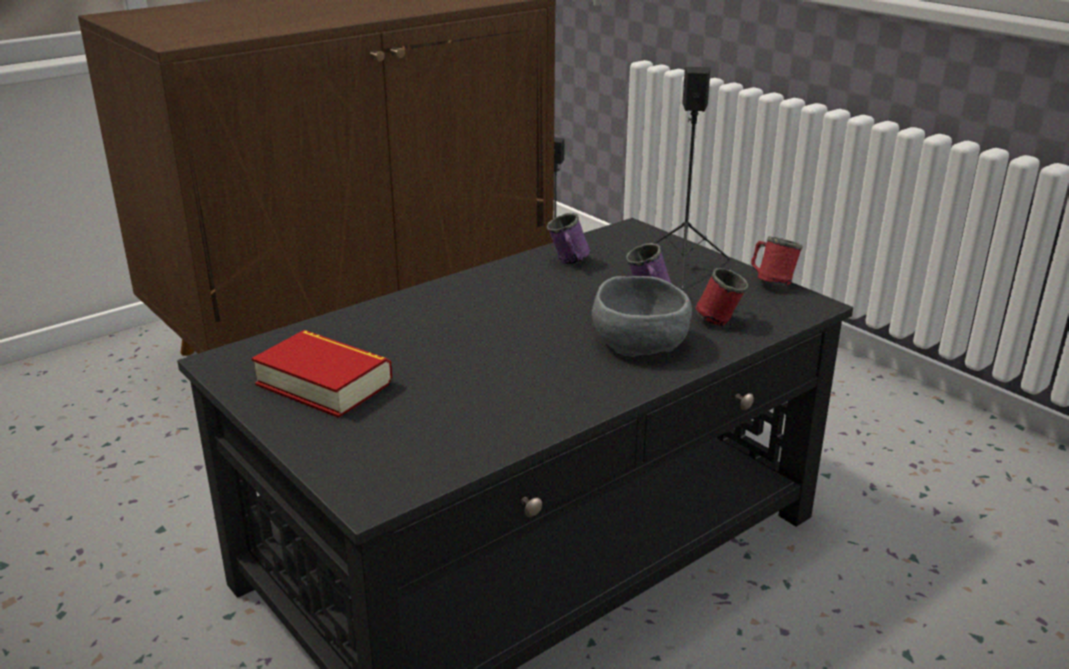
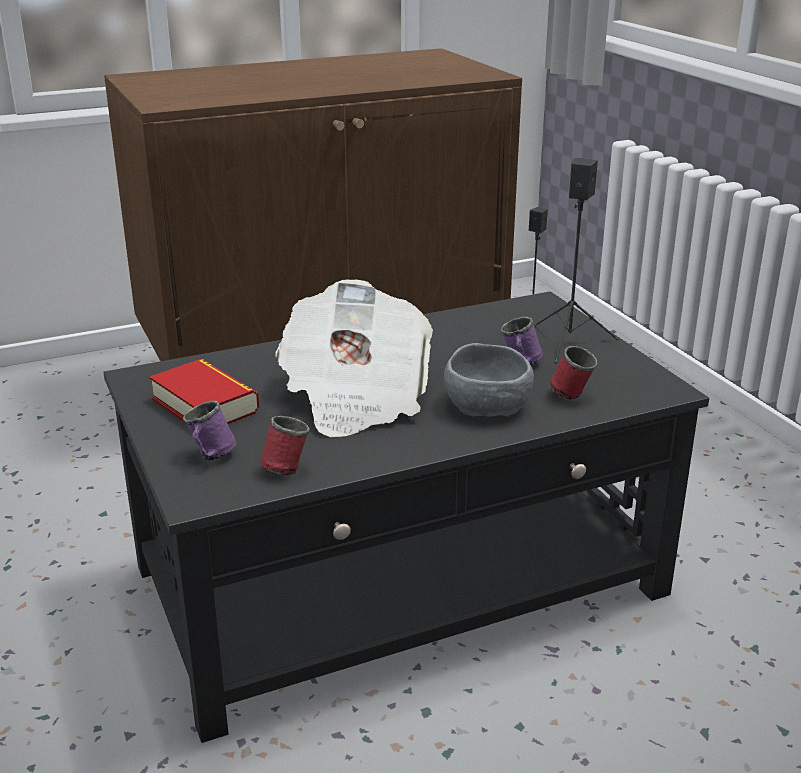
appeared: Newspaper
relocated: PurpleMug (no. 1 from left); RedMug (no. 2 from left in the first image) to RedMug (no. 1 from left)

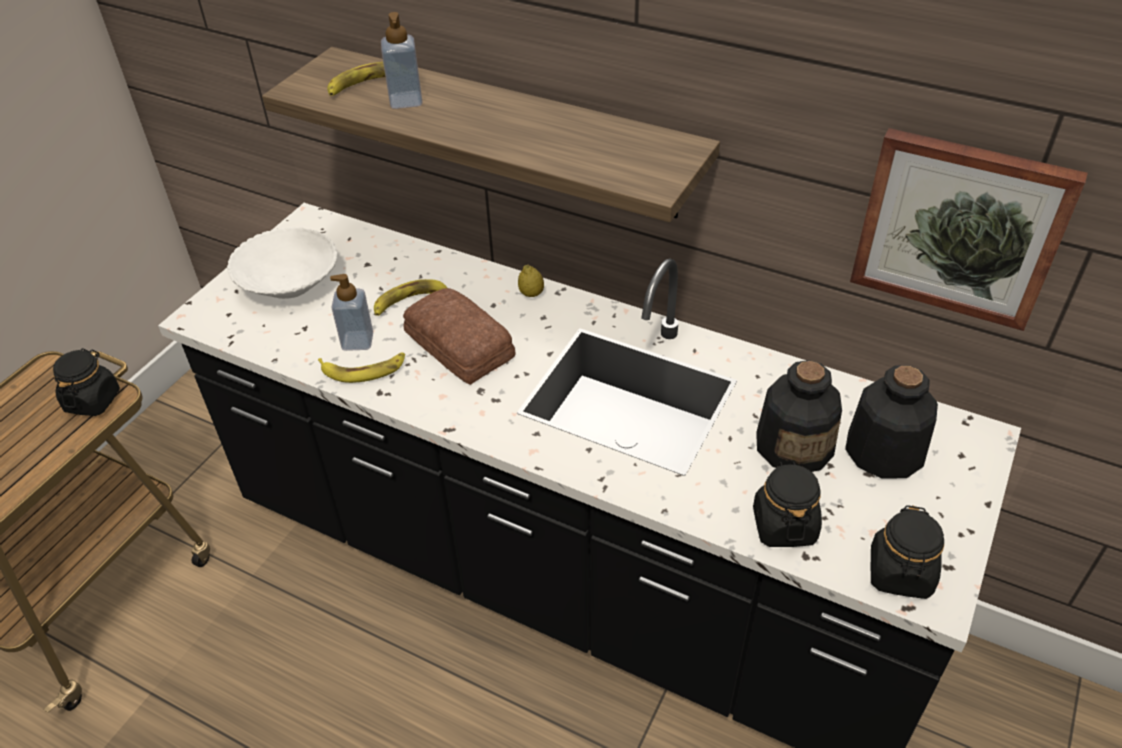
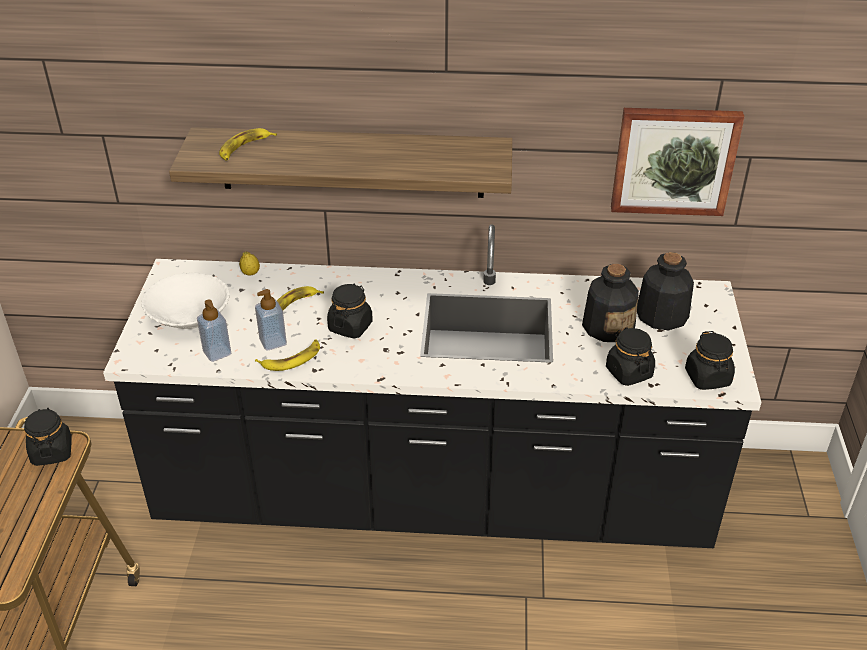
relocated: SoapDispenser (no. 2 from left in the first image) to SoapDispenser (no. 1 from left); Lemon
exchanged: Bread to BlackJar (no. 2 from left)

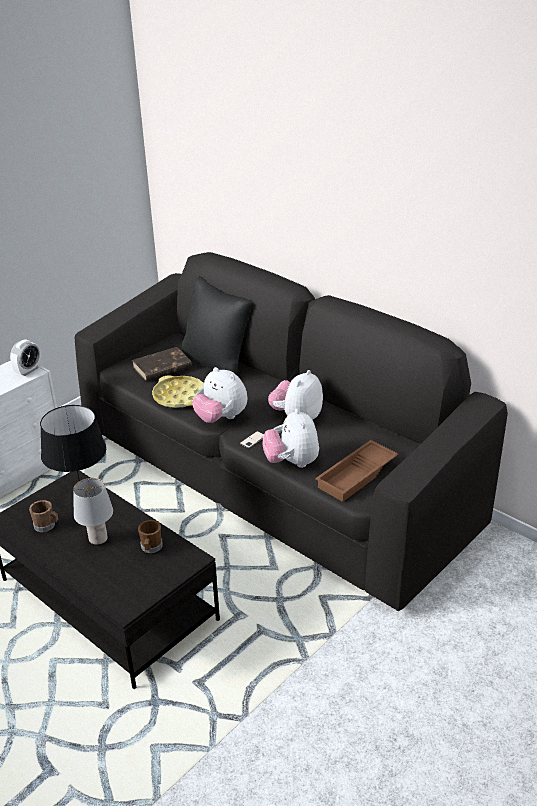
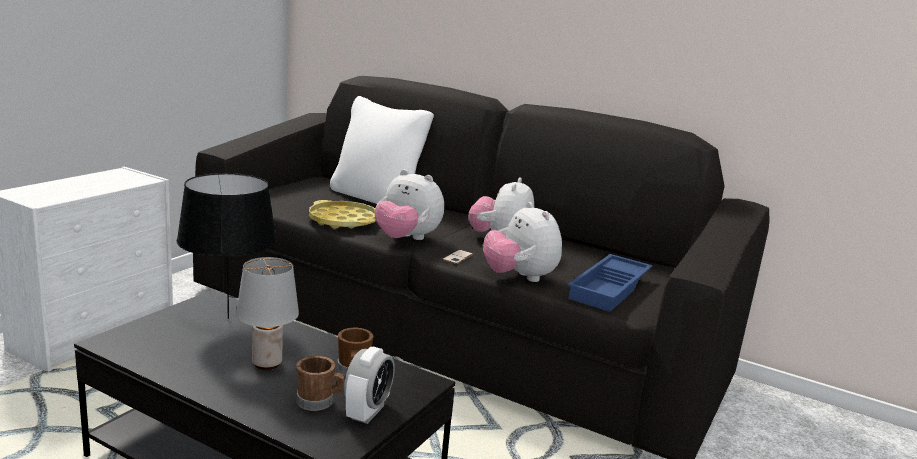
missing: BrownBook
relocated: BrownMug (no. 1 from left); AlarmClock
colour: BlackPillow to WhitePillow; BrownTray to BlueTray

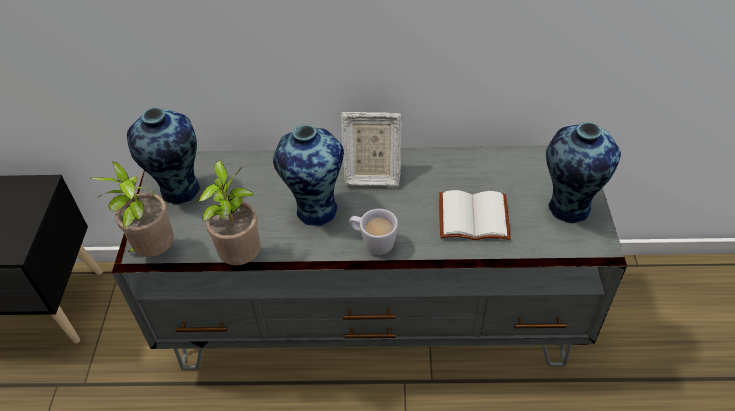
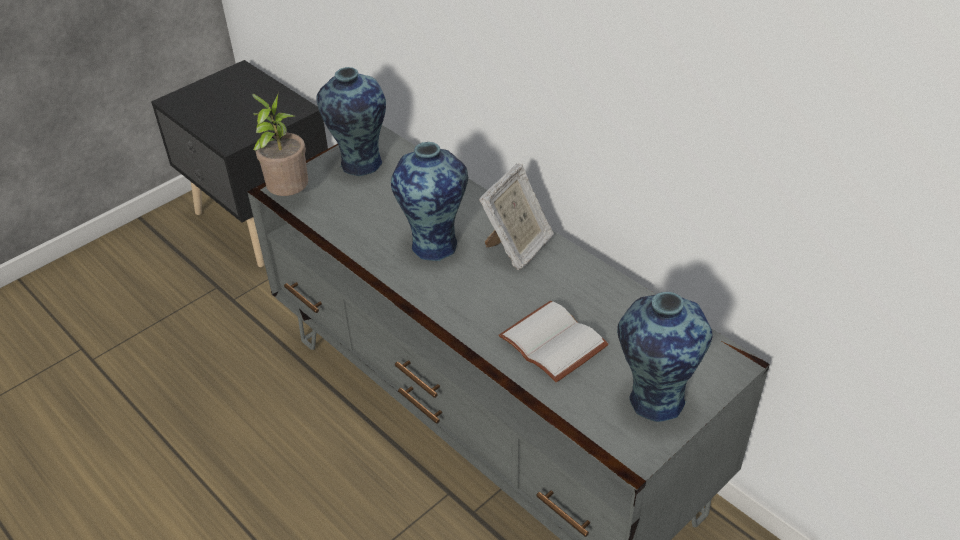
missing: PottedPlant (no. 2 from left); WhiteMug
spun: PictureFrame 105 degrees counterclockwise

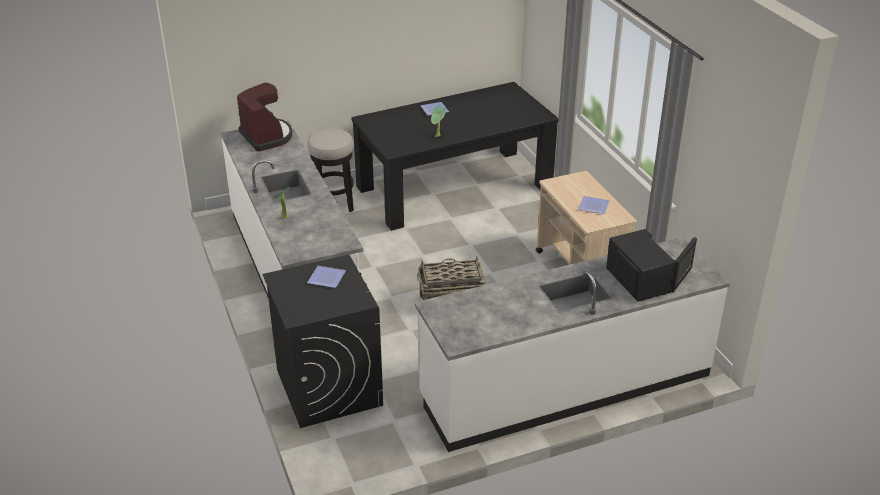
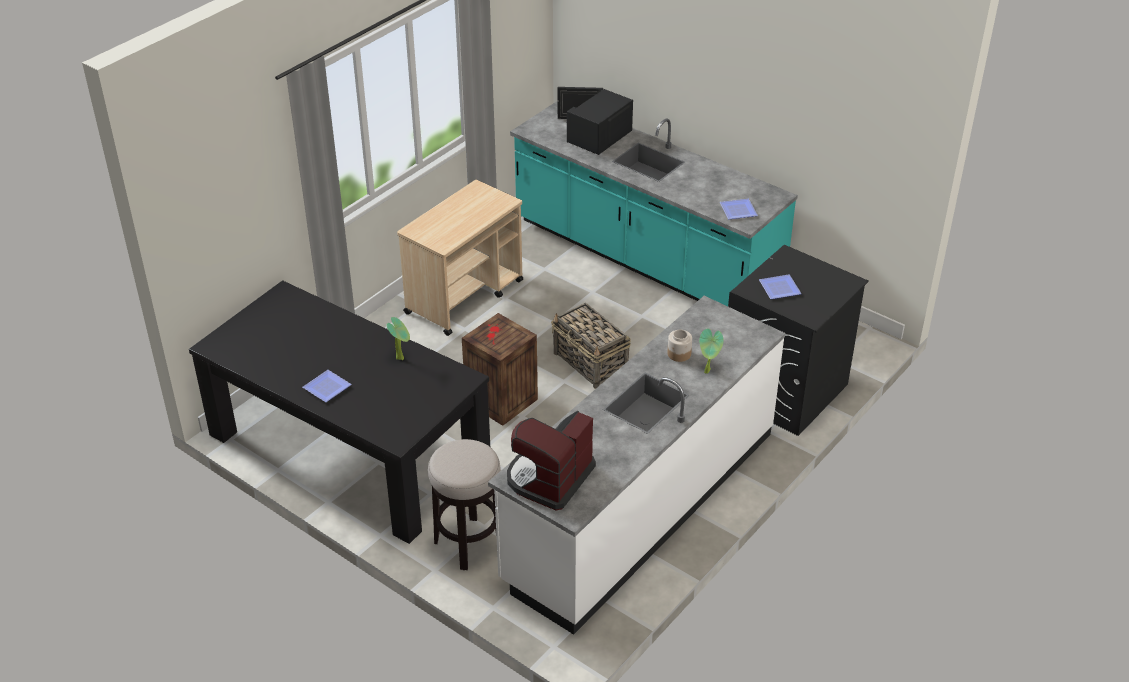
appeared: Crate; Jar
relocated: Plate (no. 3 from left in the first image) to Plate (no. 2 from left)
colour: WhiteCounter (no. 2 from left) to TurquoiseCounter

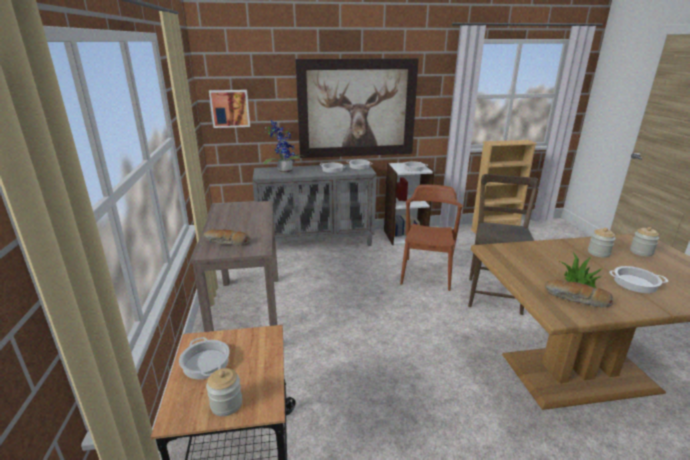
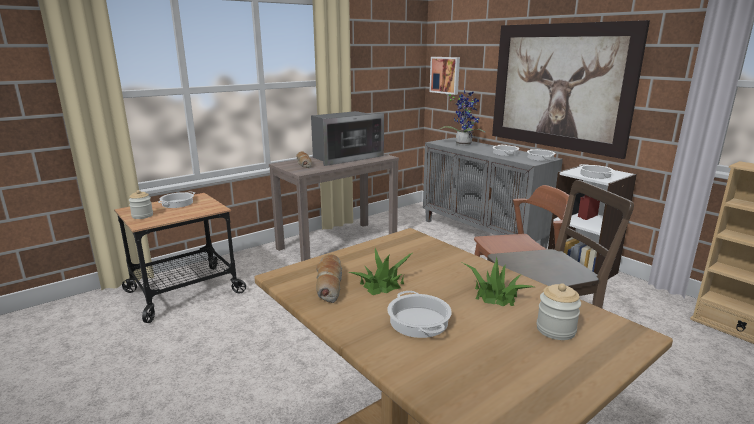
appeared: Microwave
exchanged: Jar (no. 2 from left) to PottedPlant (no. 3 from left)

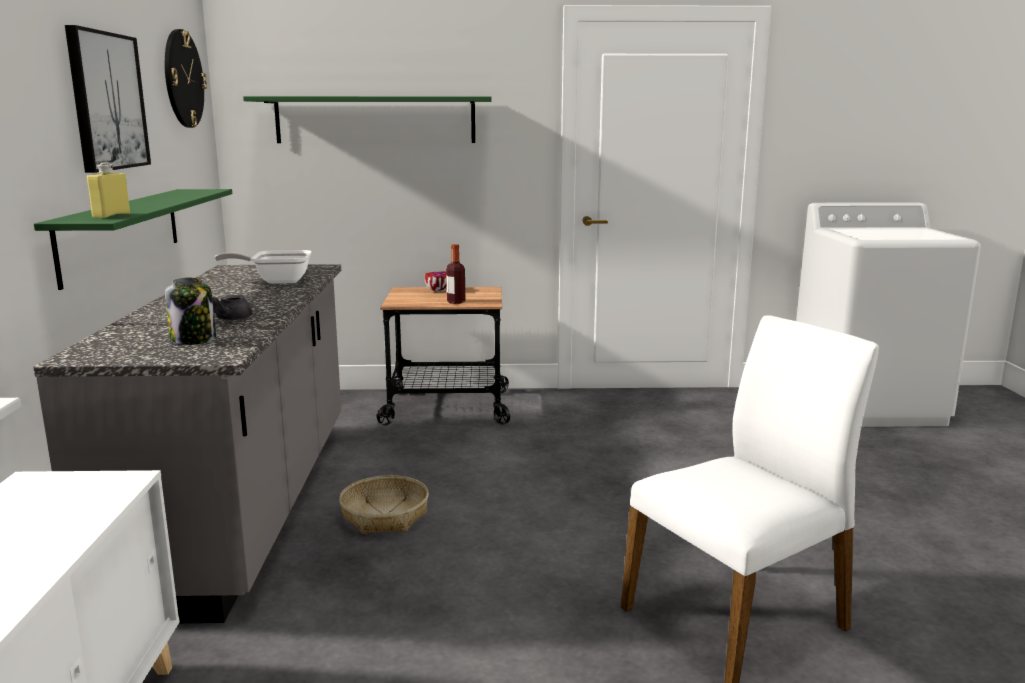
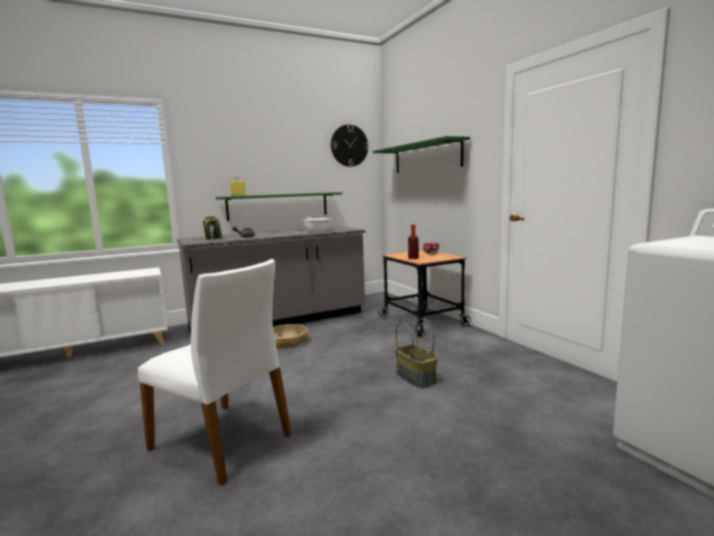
missing: Picture
appeared: Basket (no. 2 from left)

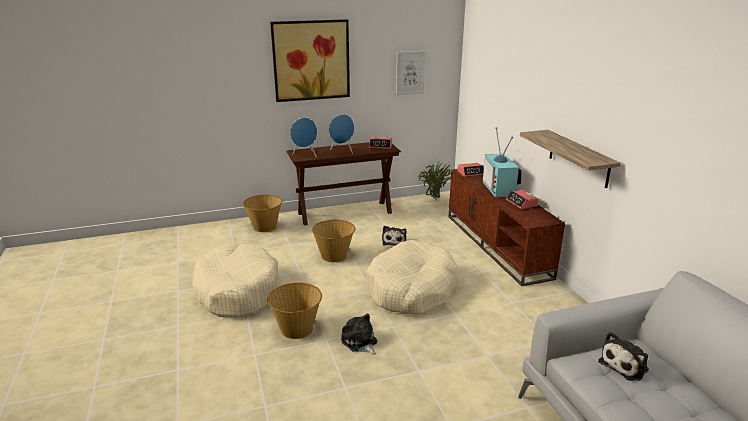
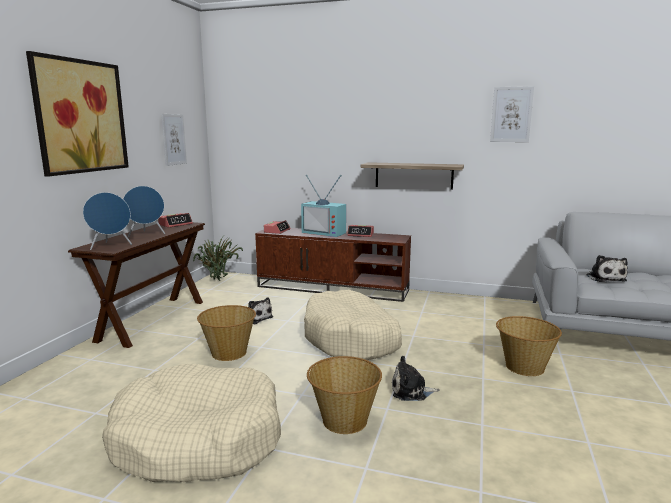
appeared: Picture (no. 3 from left)
relocated: Basket (no. 1 from left in the first image) to Basket (no. 3 from left)

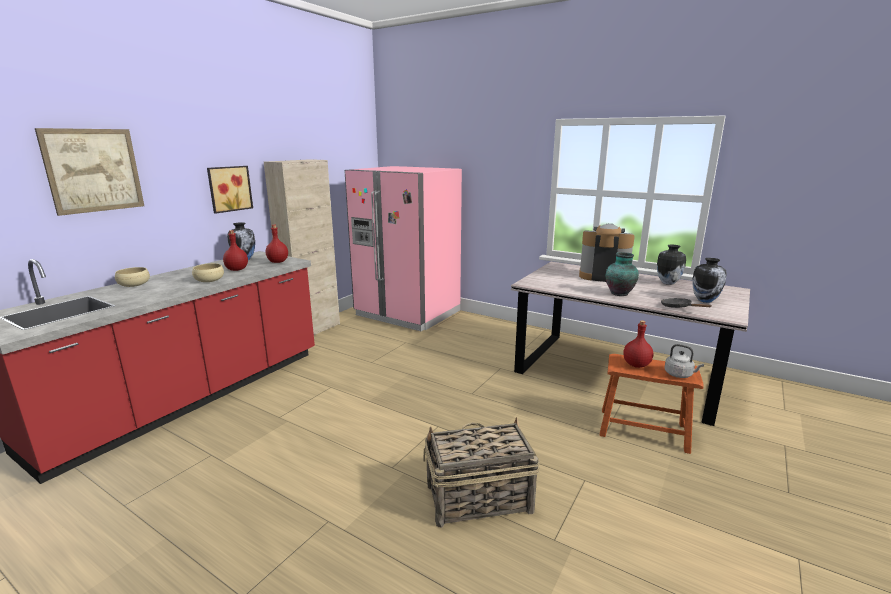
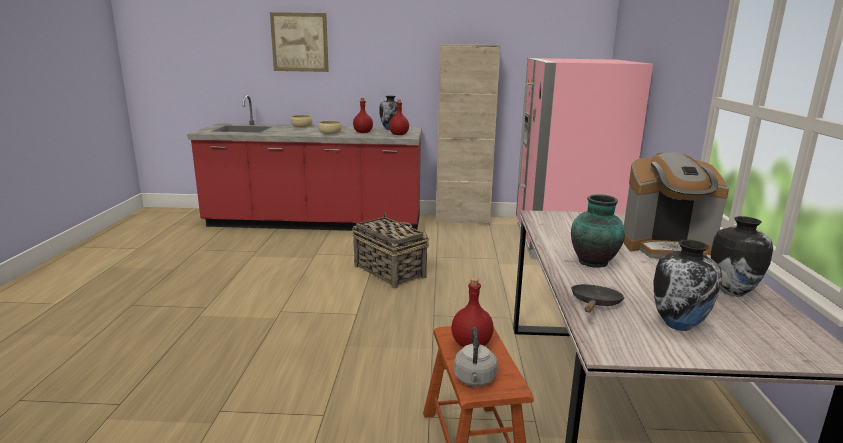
missing: Picture (no. 2 from left)
relocated: Basket
spun: CoffeeMachine 105 degrees clockwise

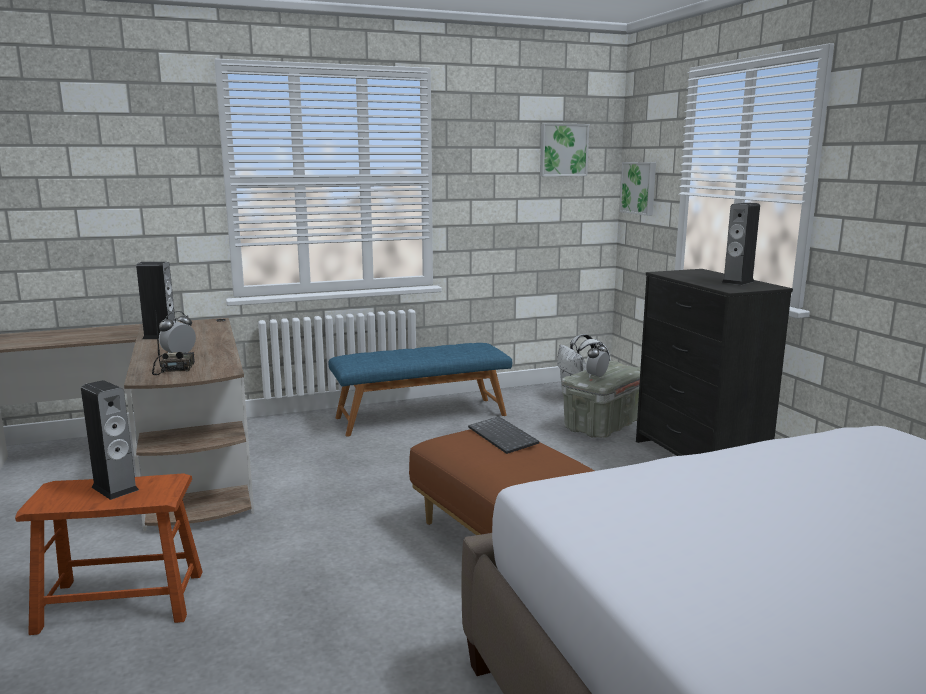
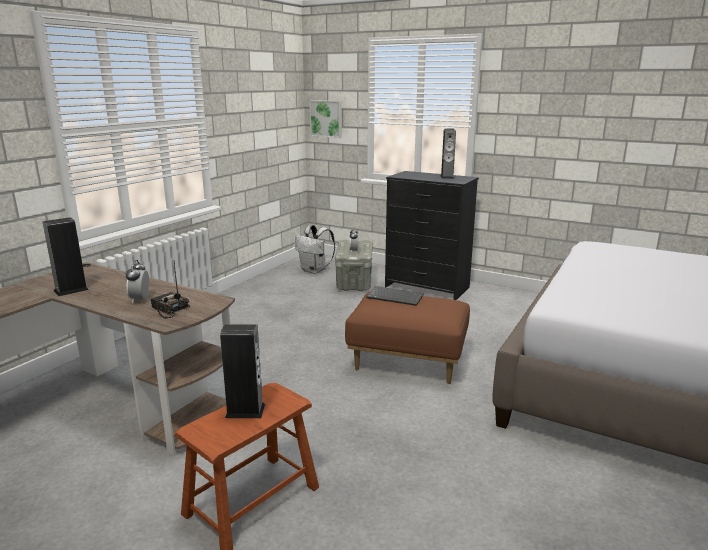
missing: BlueBench; Picture (no. 1 from left)

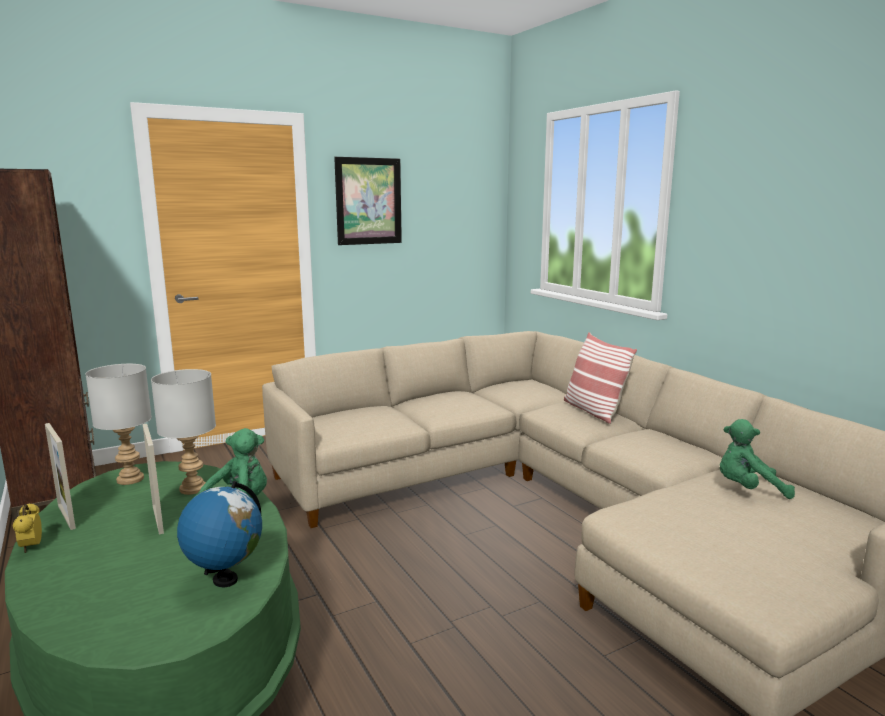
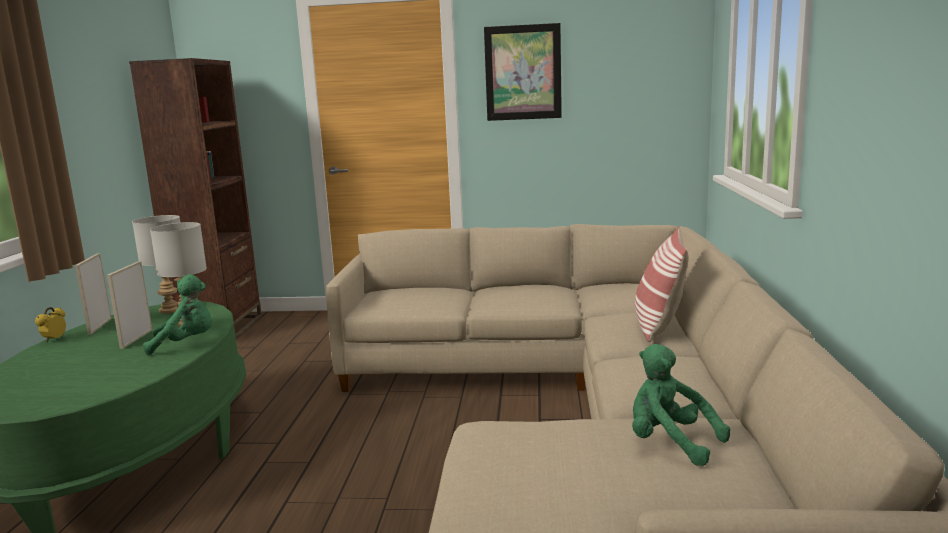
missing: Globe

